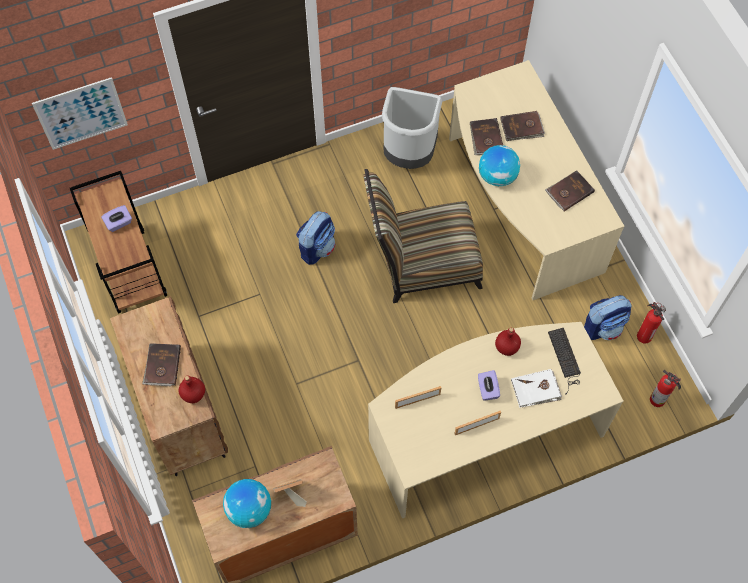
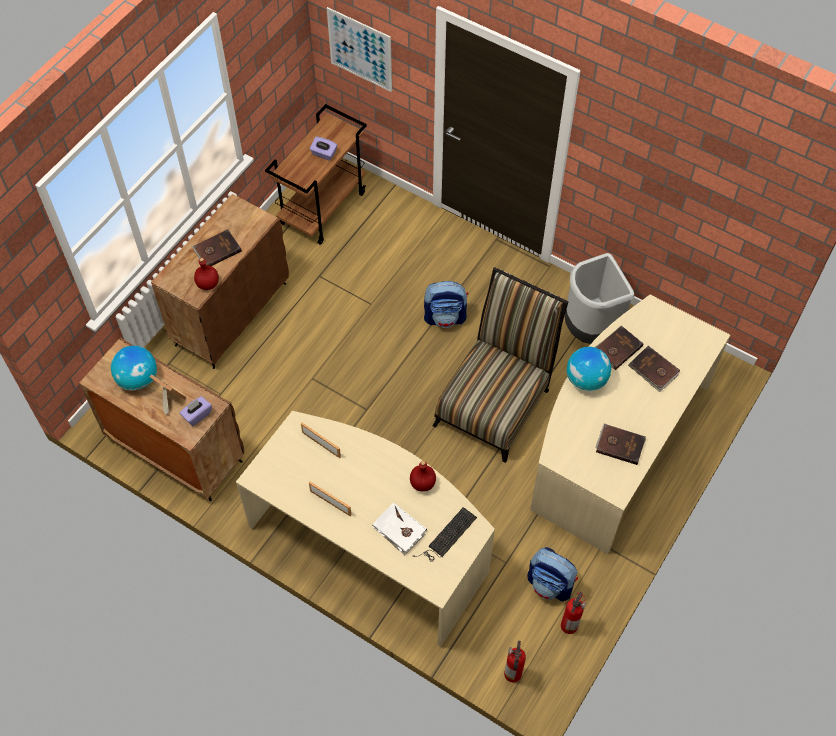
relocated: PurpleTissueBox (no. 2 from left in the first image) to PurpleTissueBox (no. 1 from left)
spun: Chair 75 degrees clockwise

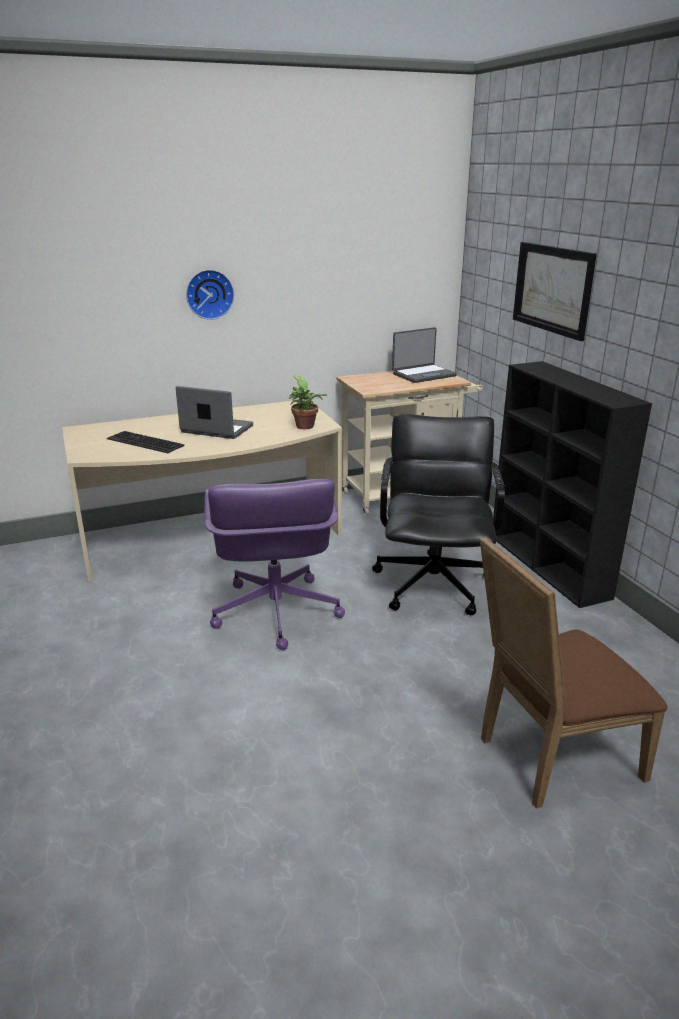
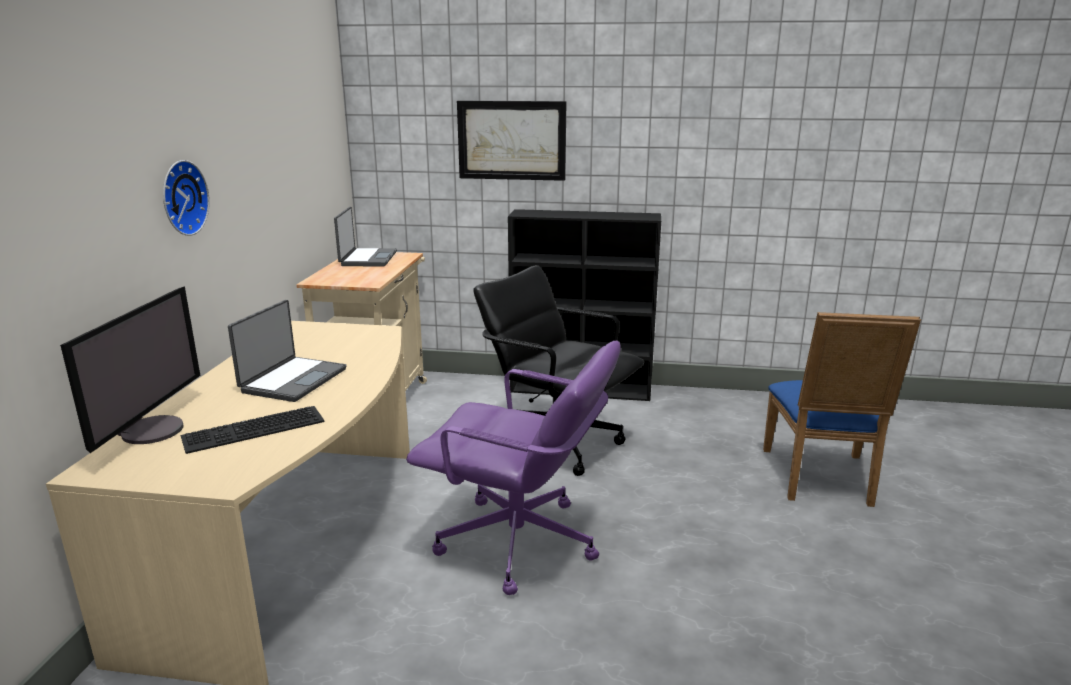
missing: PottedPlant
appeared: Monitor
colour: BrownChair to BlueChair
spun: Laptop (no. 1 from left) 150 degrees clockwise

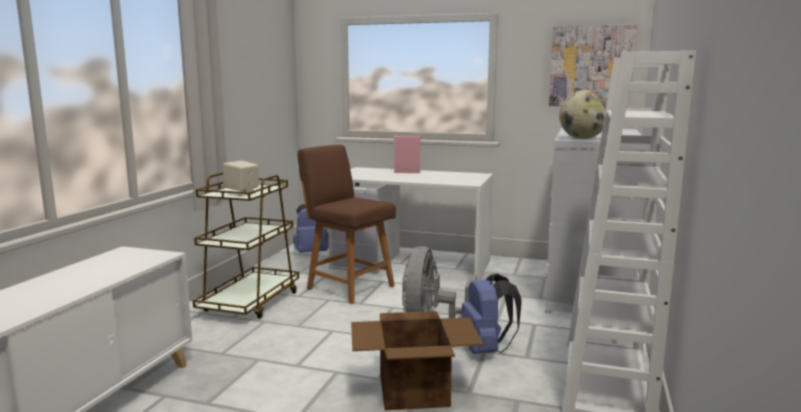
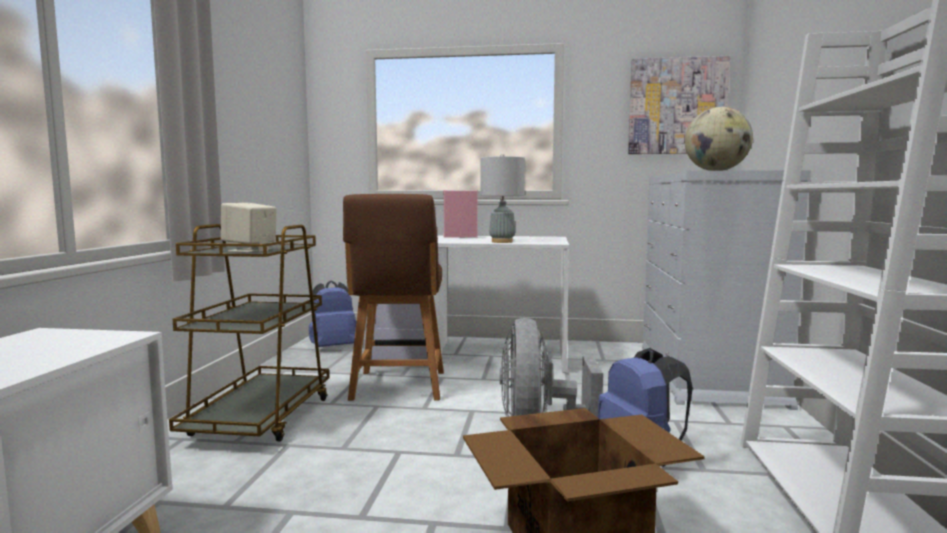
appeared: GreyTableLamp
spun: BrownChair 120 degrees counterclockwise

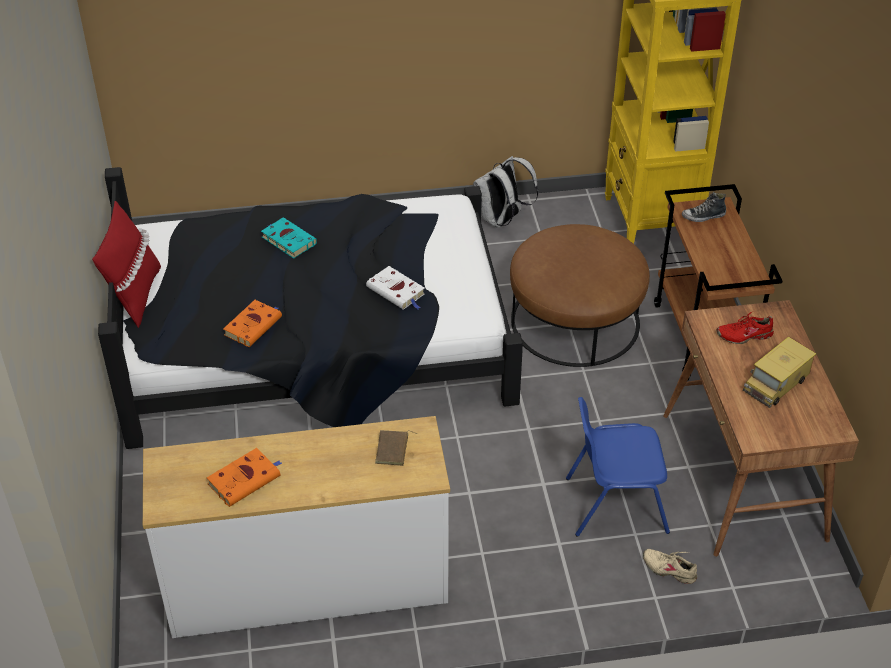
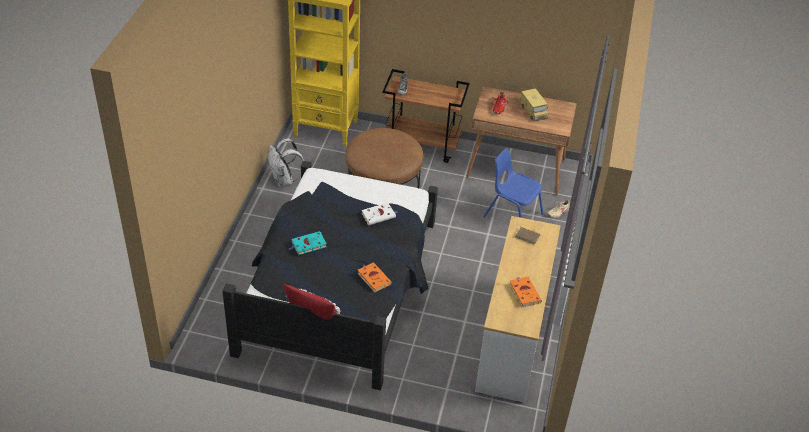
spun: BlueChair 105 degrees clockwise

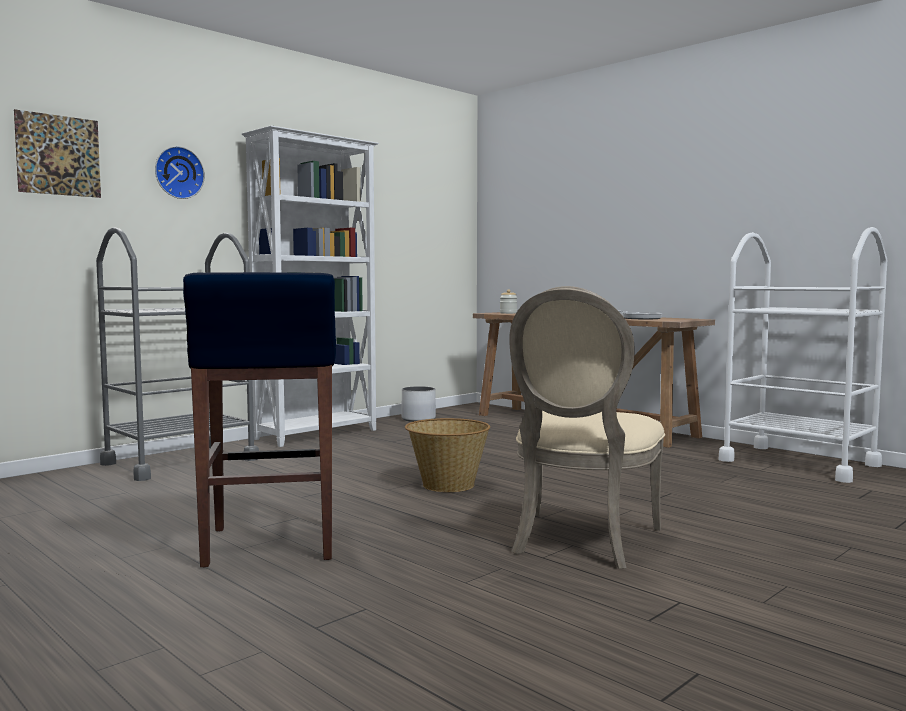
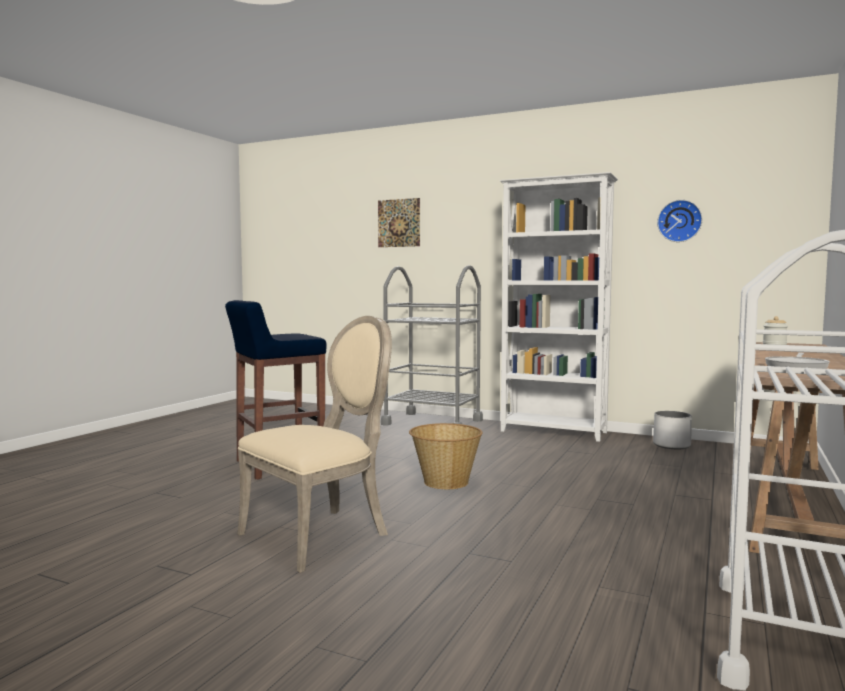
relocated: WallClock
spun: BeigeChair 135 degrees clockwise

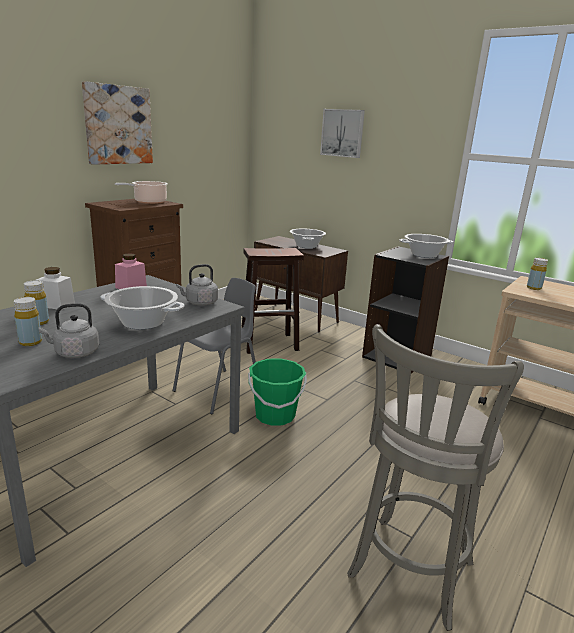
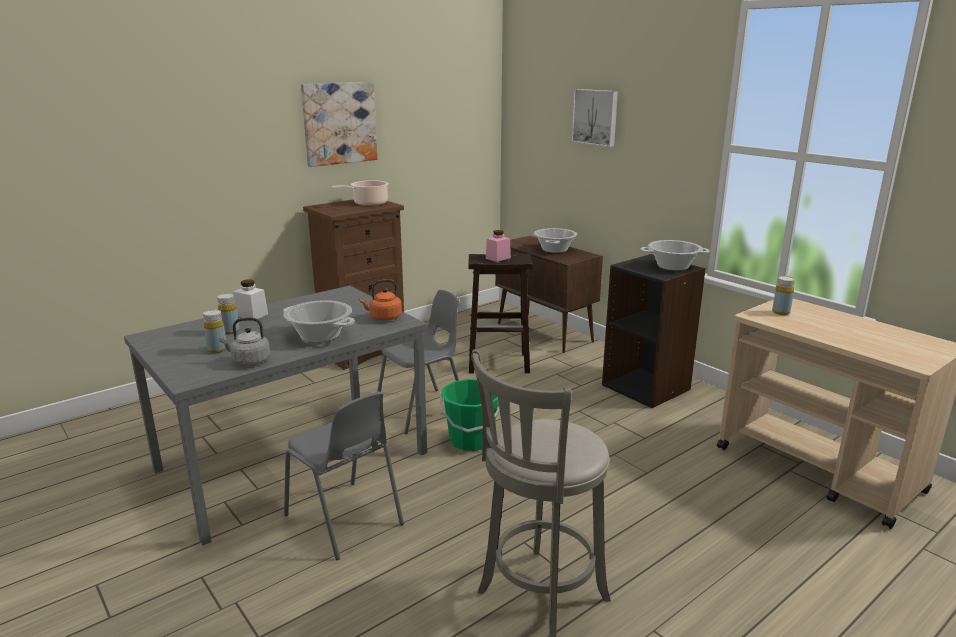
appeared: GreyChair (no. 1 from left)
relocated: PinkJar
colour: GreyKettle (no. 2 from left) to OrangeKettle

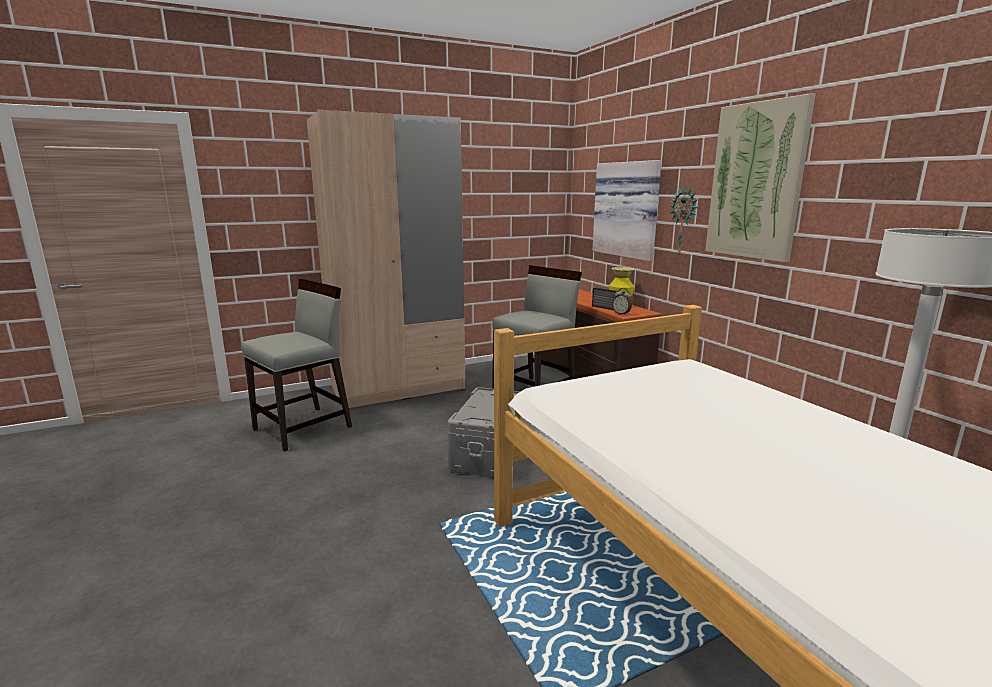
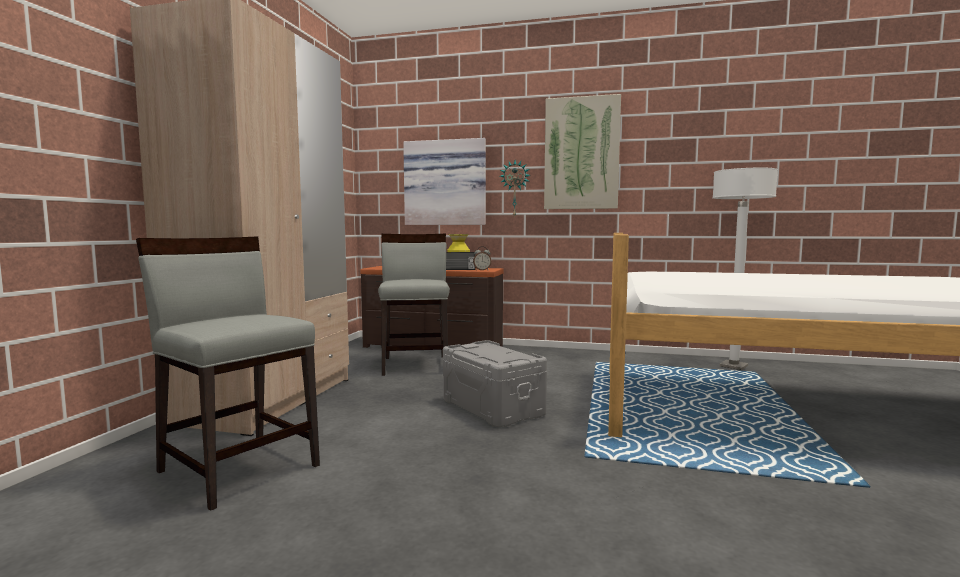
spun: GreyChair (no. 1 from left) 45 degrees counterclockwise

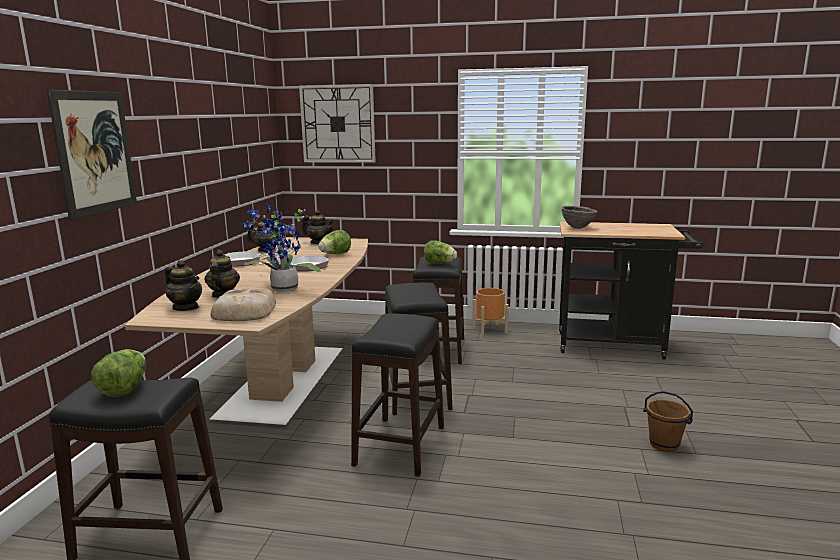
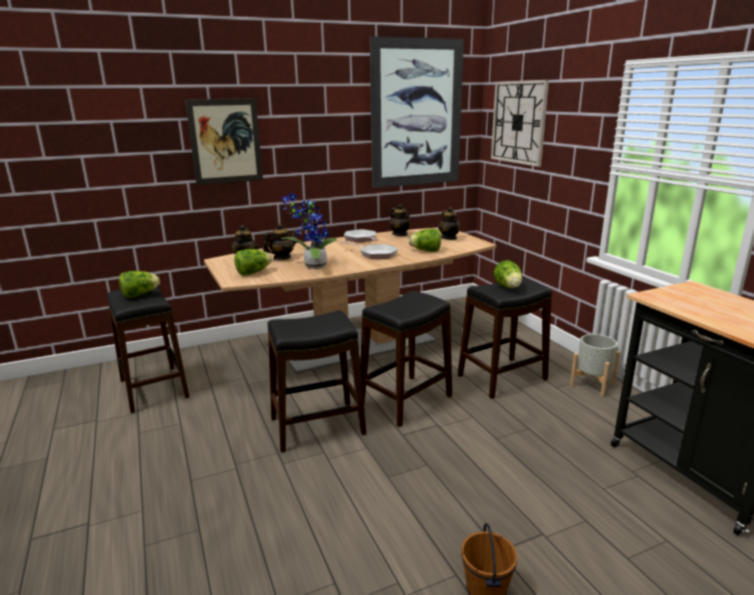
missing: BrownBowl
appeared: Picture (no. 2 from left)
exchanged: Bread to Lettuce (no. 2 from left)
colour: OrangePlanter to GreyPlanter

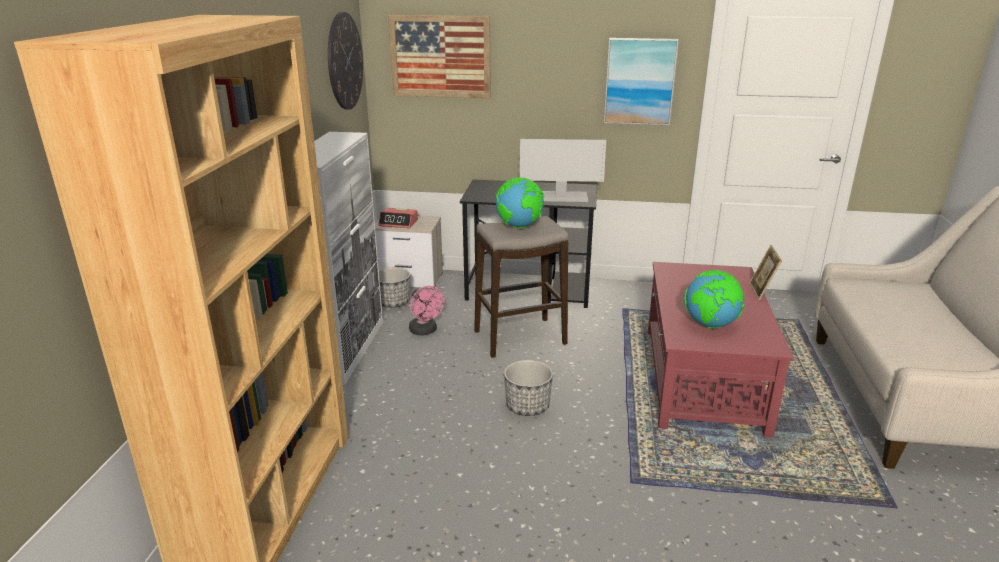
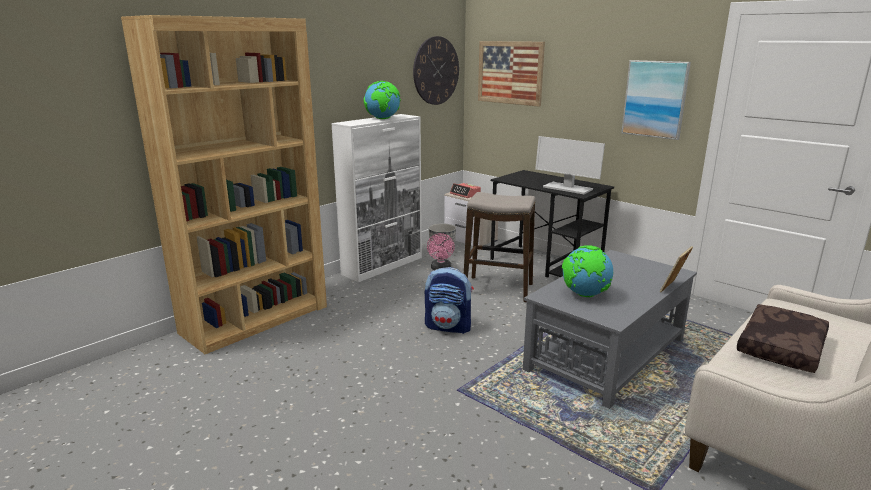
appeared: BrownPillow
relocated: Globe (no. 1 from left)
exchanged: Planter (no. 2 from left) to Backpack
colour: RedCoffeeTable to GreyCoffeeTable

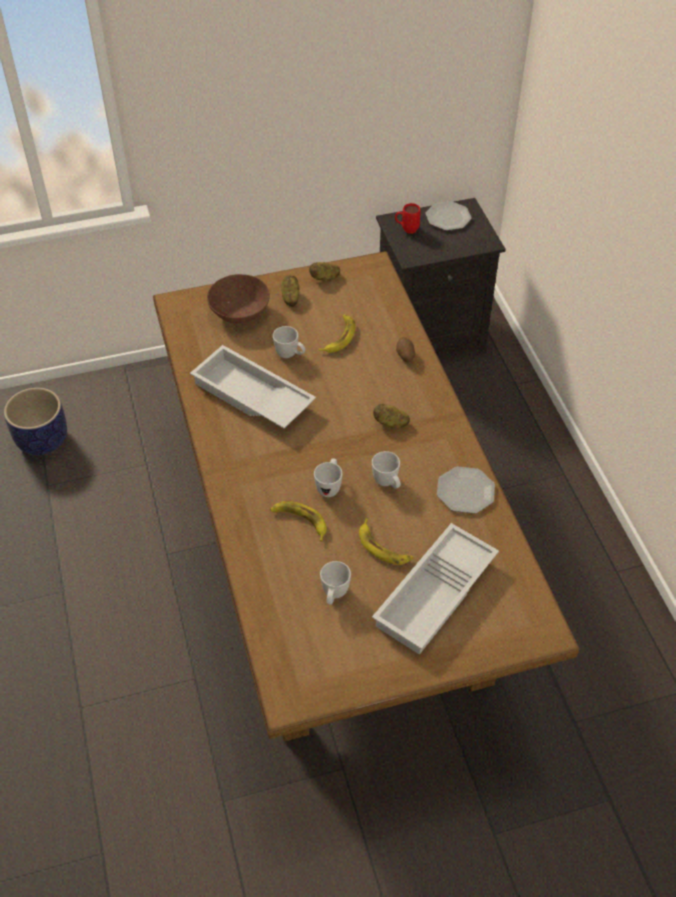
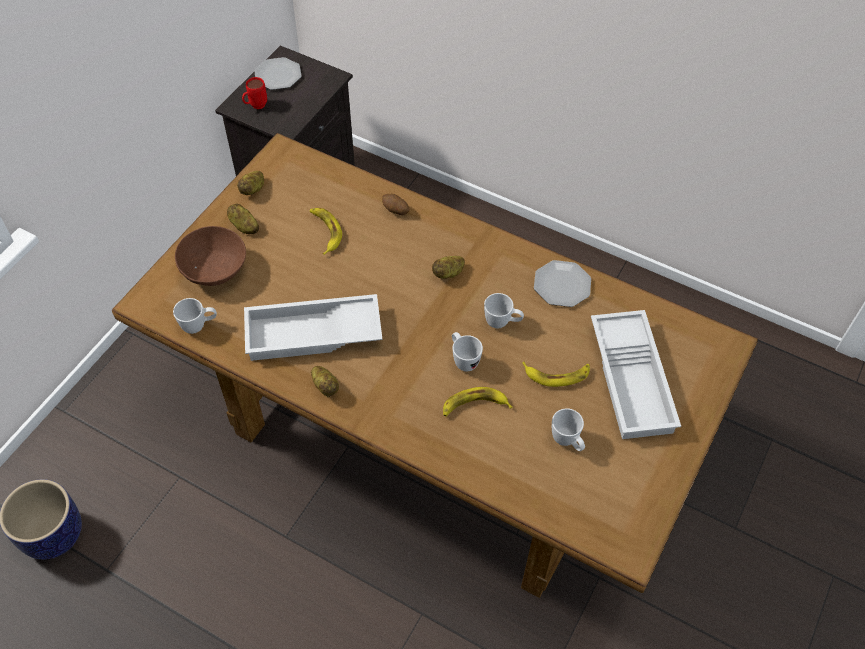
appeared: Potato (no. 3 from left)
relocated: WhiteMug (no. 1 from left)

